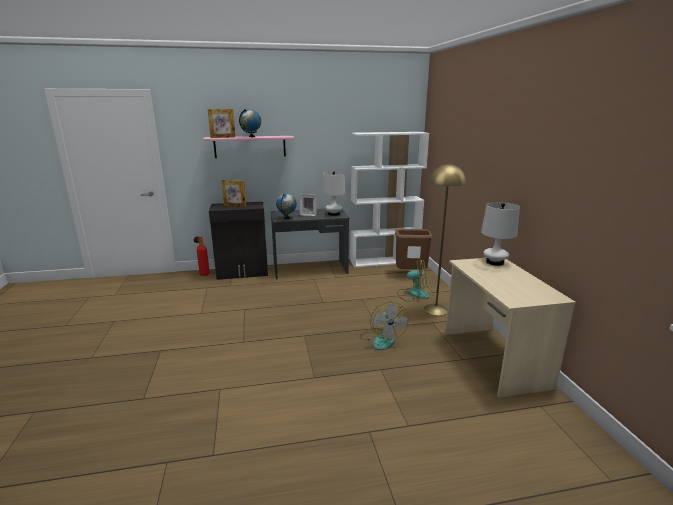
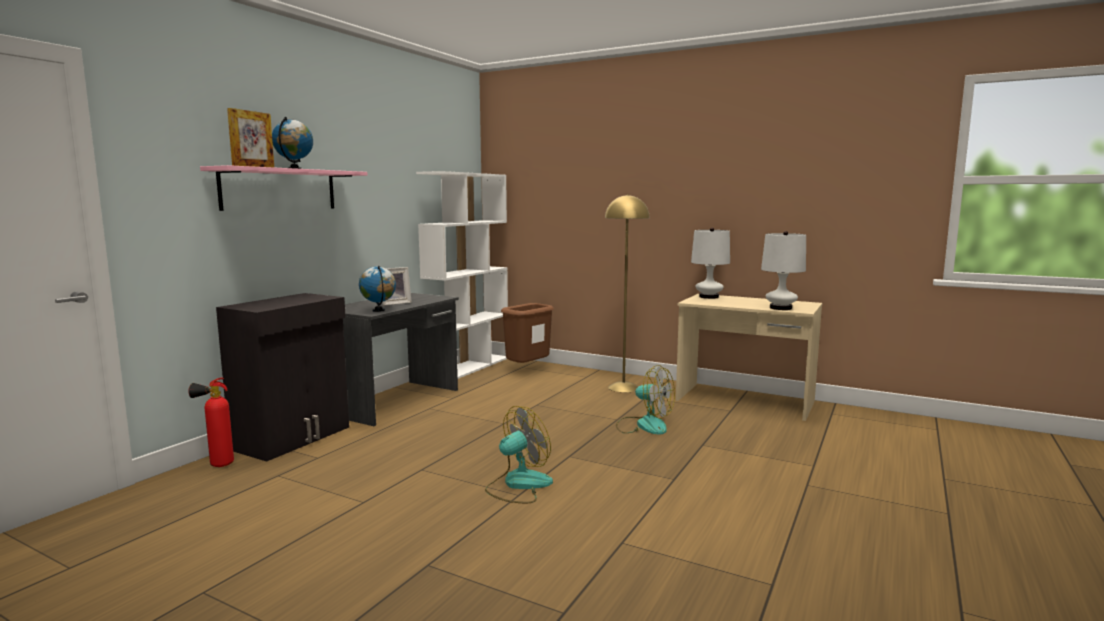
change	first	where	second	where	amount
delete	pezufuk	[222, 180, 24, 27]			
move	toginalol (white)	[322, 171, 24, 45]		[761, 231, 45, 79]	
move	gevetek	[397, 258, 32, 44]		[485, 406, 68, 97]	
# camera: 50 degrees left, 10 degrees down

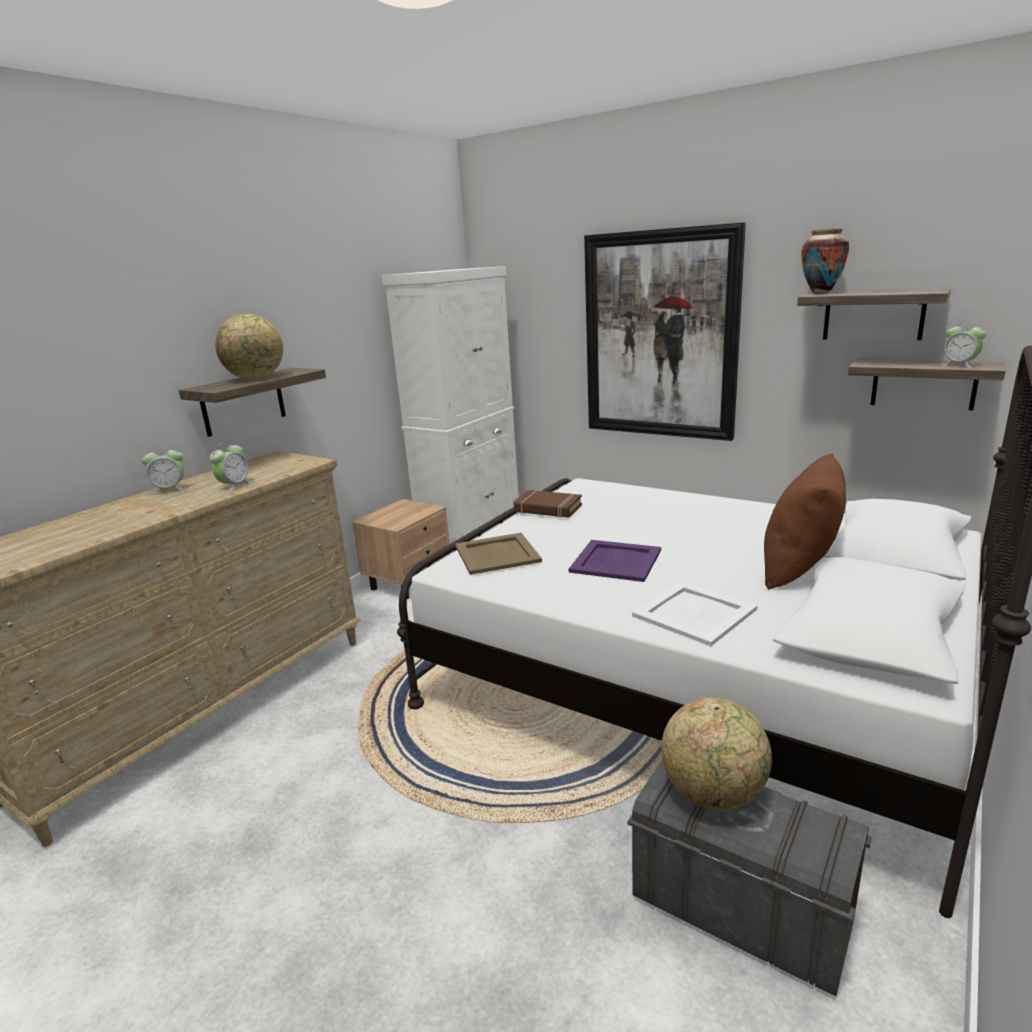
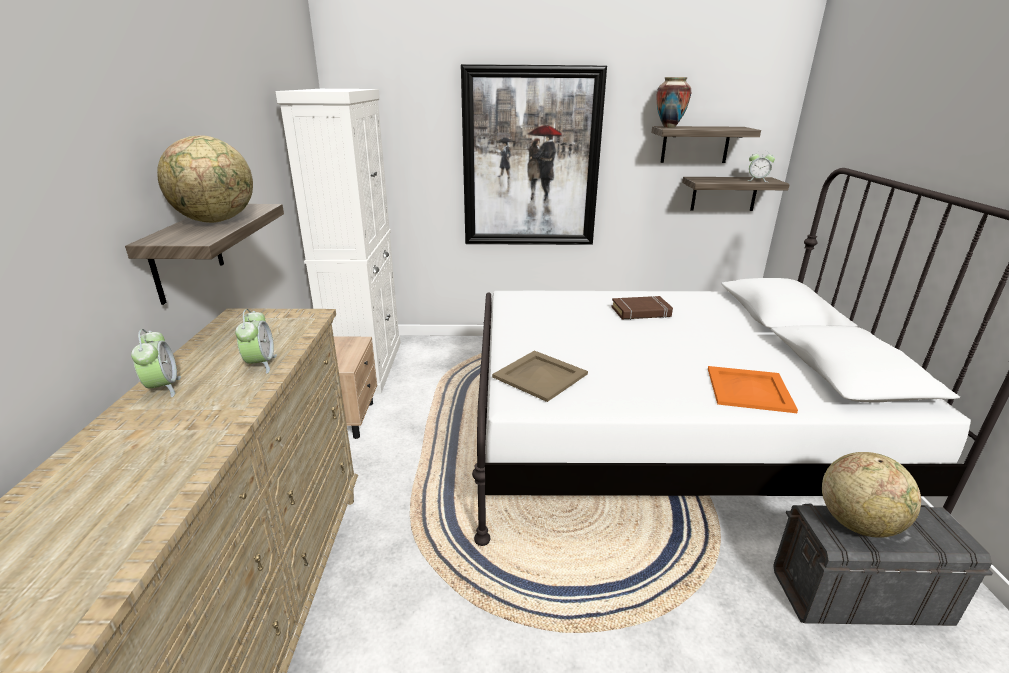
change	first	where	second	where	amount
rotate	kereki	[142, 445, 43, 50]		[131, 329, 50, 68]	60 degrees counterclockwise
move	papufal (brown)	[513, 490, 69, 28]		[612, 296, 61, 24]	
delete	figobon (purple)	[569, 540, 92, 42]			
recolor	figobon (white)	[632, 581, 125, 65]	figobon (orange)	[708, 366, 90, 47]	
delete	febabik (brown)	[764, 453, 82, 137]			
# camera: 35 degrees left, 5 degrees up

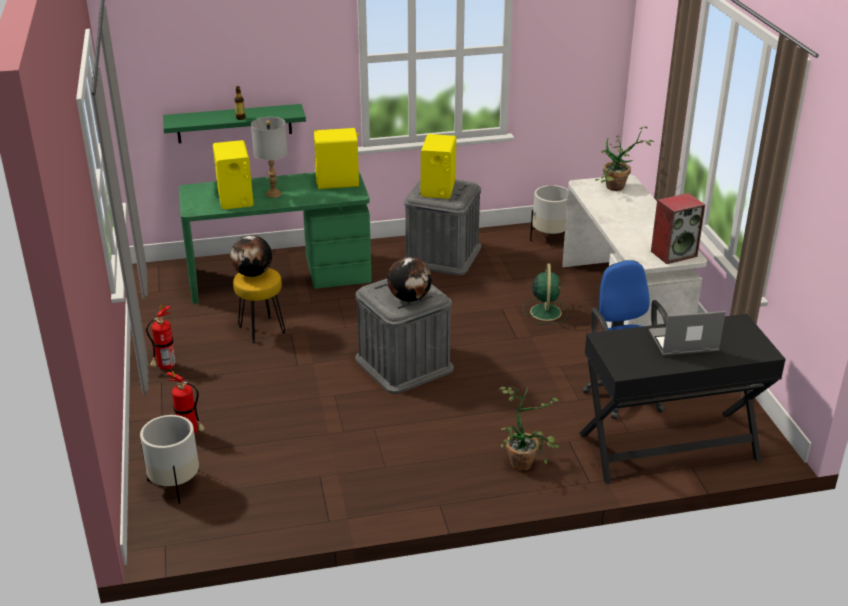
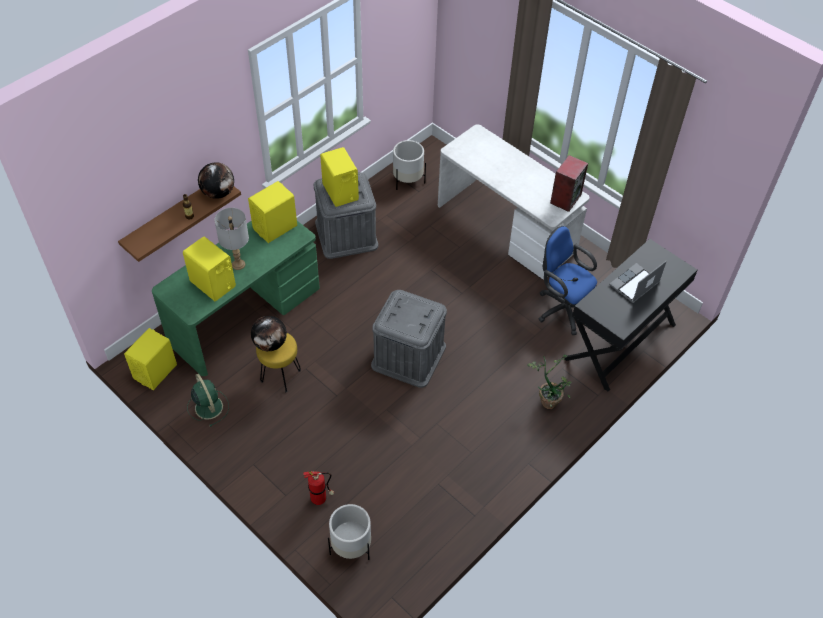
change	first	where	second	where	amount
delete	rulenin	[146, 304, 30, 66]			
recolor	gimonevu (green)	[163, 104, 143, 39]	gimonevu (brown)	[118, 187, 123, 75]	
move	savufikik	[387, 257, 45, 45]		[198, 162, 36, 37]	
move	gevetek (green)	[523, 264, 45, 61]		[187, 374, 42, 53]	
delete	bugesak	[595, 127, 59, 64]			
insert			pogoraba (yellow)	[124, 328, 53, 62]	
# camera: 35 degrees left, 20 degrees up

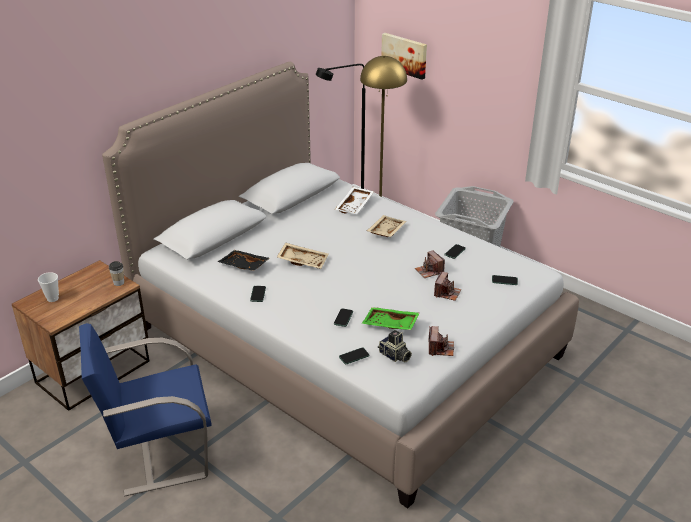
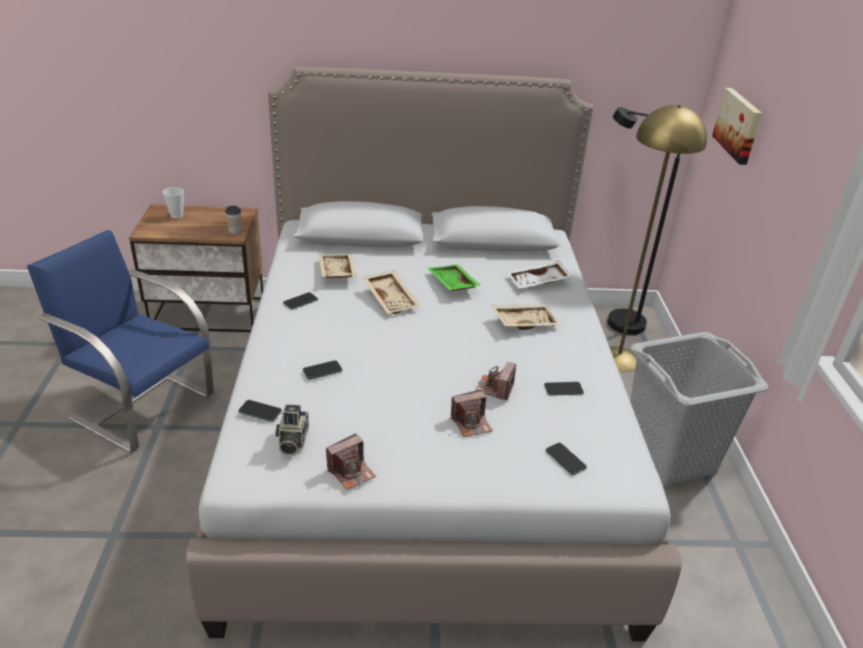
change	first	where	second	where	amount
recolor	figobon (black)	[217, 250, 53, 21]	figobon (beige)	[319, 254, 38, 24]	
move	figobon (green)	[361, 307, 59, 23]		[428, 264, 53, 27]	
# camera: 45 degrees right, 0 degrees up

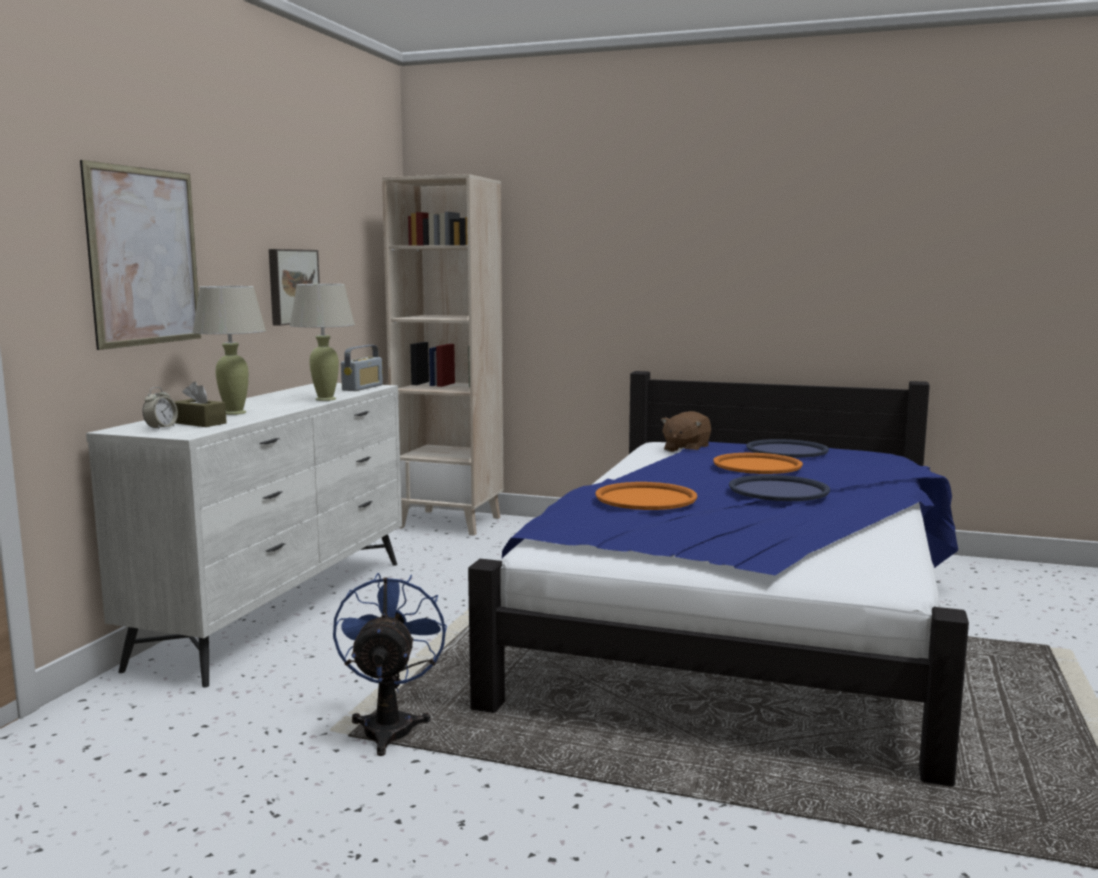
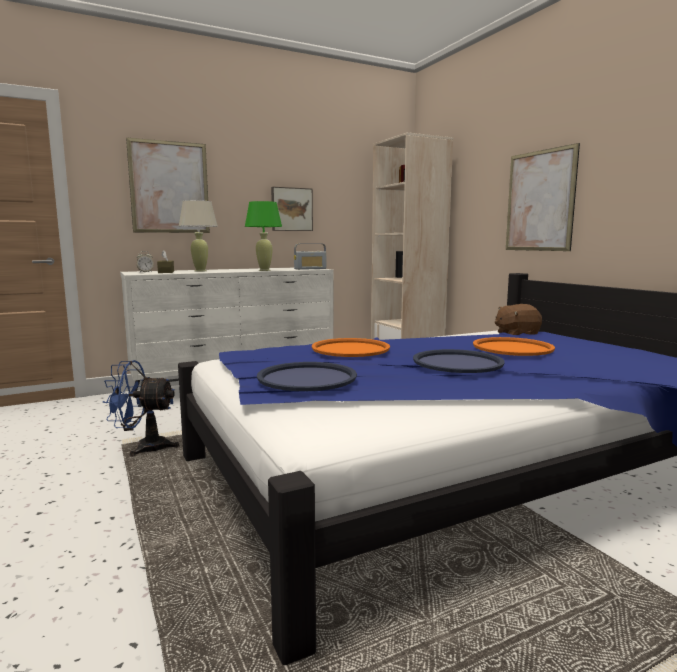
change	first	where	second	where	amount
recolor	toginalol (beige)	[290, 284, 65, 117]	toginalol (green)	[245, 201, 37, 70]	
rotate	gevetek (blue)	[333, 573, 114, 183]		[103, 360, 77, 97]	135 degrees counterclockwise
move	figobon (blue)	[746, 439, 83, 19]		[257, 362, 100, 29]	
insert			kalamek	[506, 143, 74, 108]	
# camera: 45 degrees right, 0 degrees up

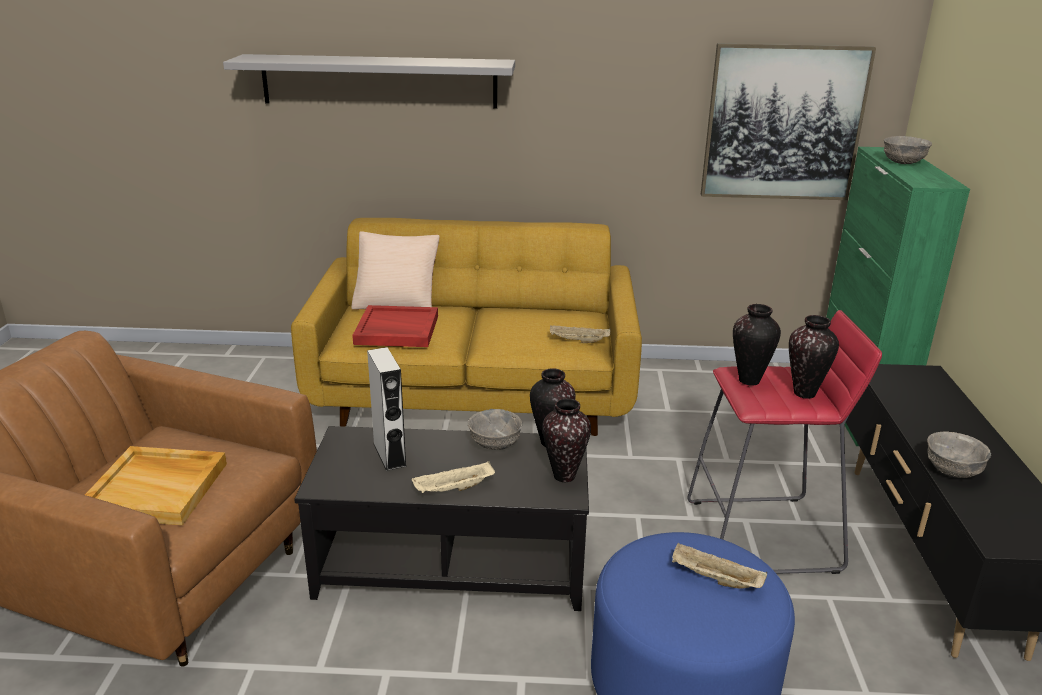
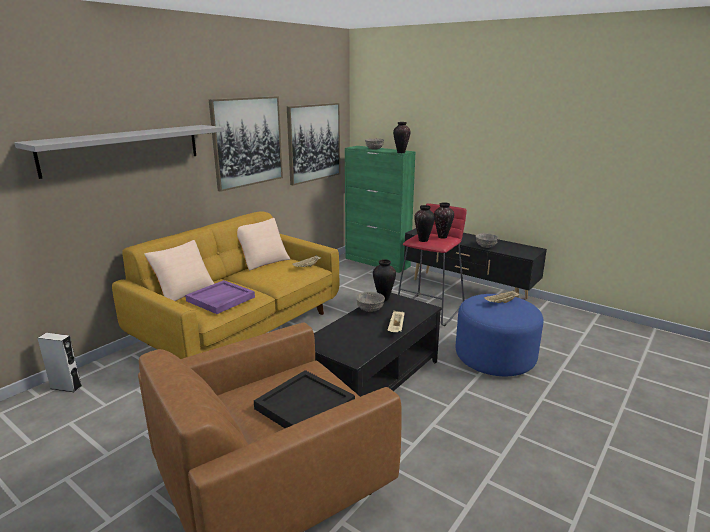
change	first	where	second	where	amount
recolor	figobon (beige)	[85, 446, 142, 79]	figobon (black)	[254, 370, 101, 58]	
recolor	figobon (red)	[352, 305, 86, 42]	figobon (purple)	[185, 280, 70, 34]	
move	pogoraba (grey)	[367, 347, 40, 124]		[38, 333, 44, 59]	
move	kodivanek	[542, 398, 49, 84]		[393, 122, 17, 31]	
insert			kalamek	[209, 96, 74, 96]	
insert			febabik (beige)	[237, 218, 53, 52]	
# camera: 55 degrees left, 5 degrees down

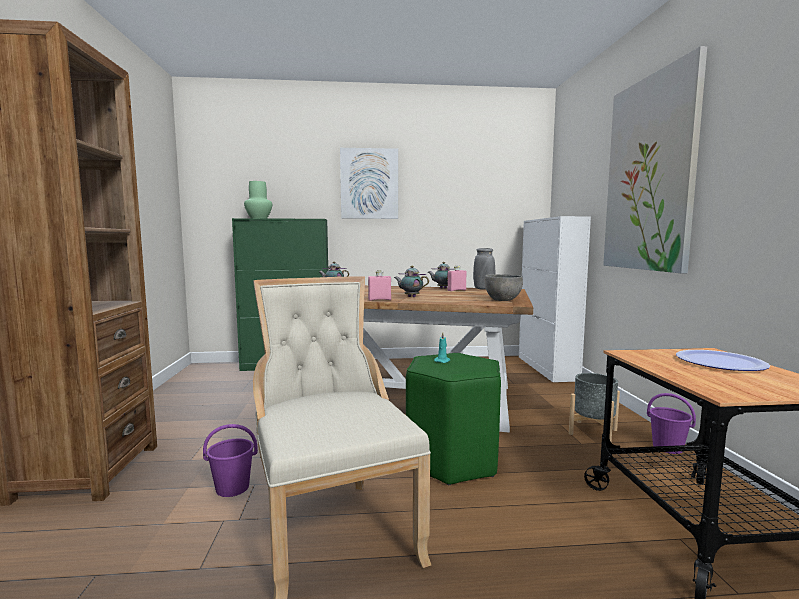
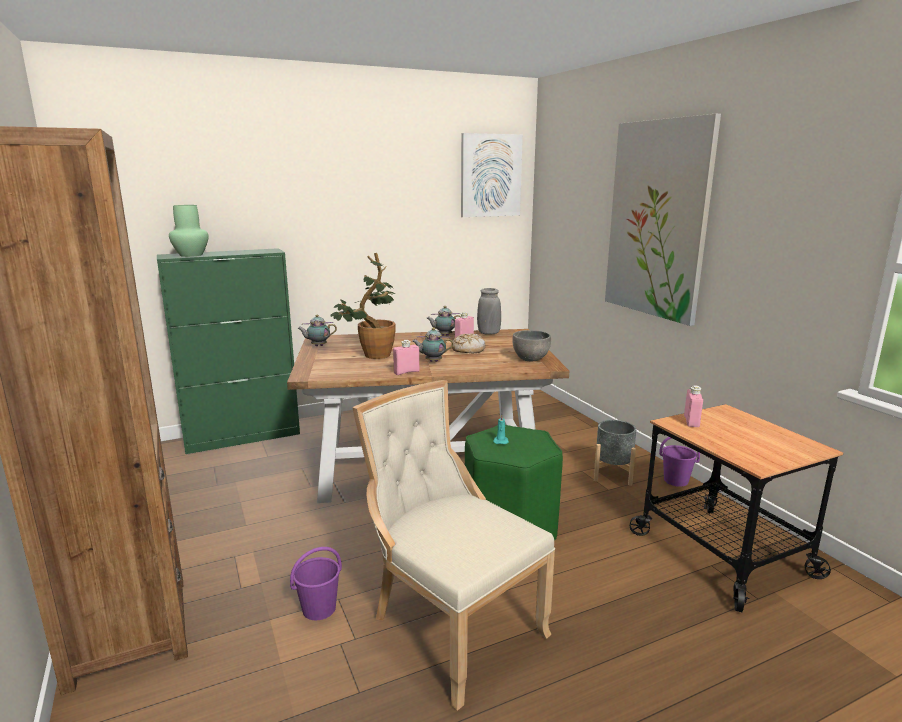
change	first	where	second	where	amount
move	kalamek	[340, 148, 58, 71]		[461, 133, 62, 84]	
delete	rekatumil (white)	[519, 216, 72, 166]			
delete	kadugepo	[676, 350, 94, 21]			
insert			bugesak	[330, 253, 66, 106]	
insert			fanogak	[452, 334, 34, 19]	
insert			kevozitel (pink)	[684, 385, 19, 42]	
# camera: 20 degrees left, 10 degrees up

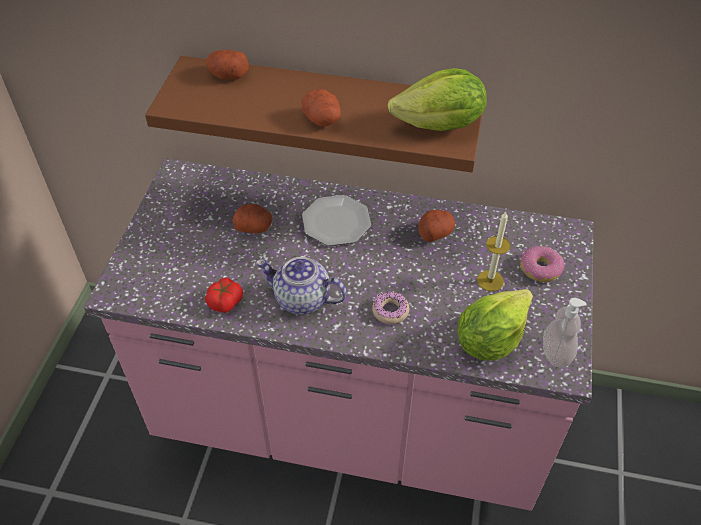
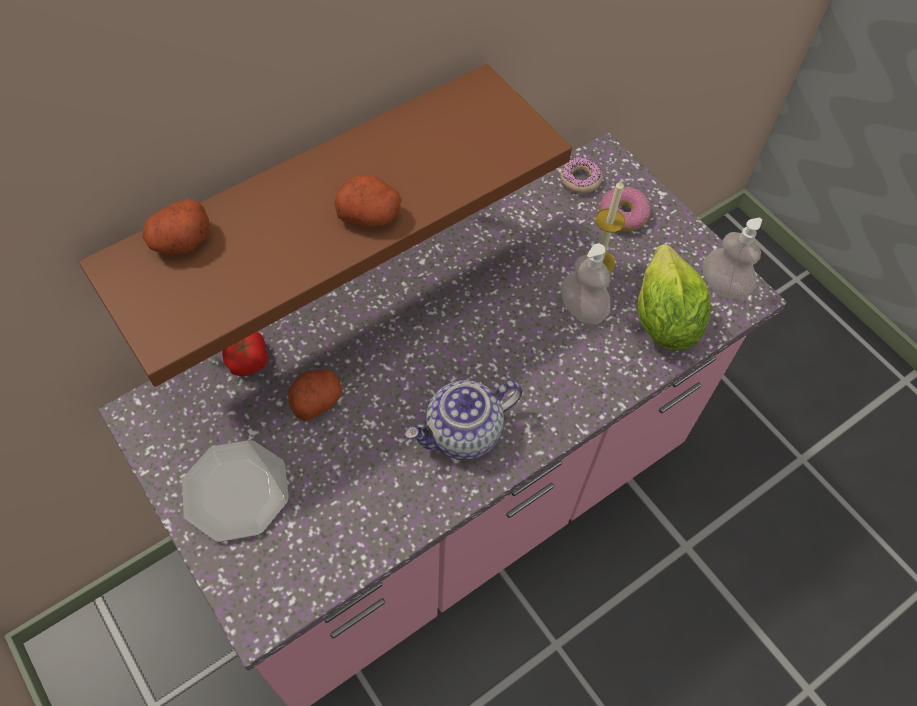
change	first	where	second	where	amount
move	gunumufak	[205, 278, 38, 35]		[222, 331, 45, 45]	
move	kadugepo	[302, 195, 69, 51]		[182, 440, 107, 102]	
move	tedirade	[372, 291, 38, 33]		[560, 157, 43, 37]	
delete	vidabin	[388, 68, 99, 63]			
delete	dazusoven	[419, 210, 36, 32]			
insert			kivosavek	[561, 244, 50, 80]	
# camera: 50 degrees left, 10 degrees up

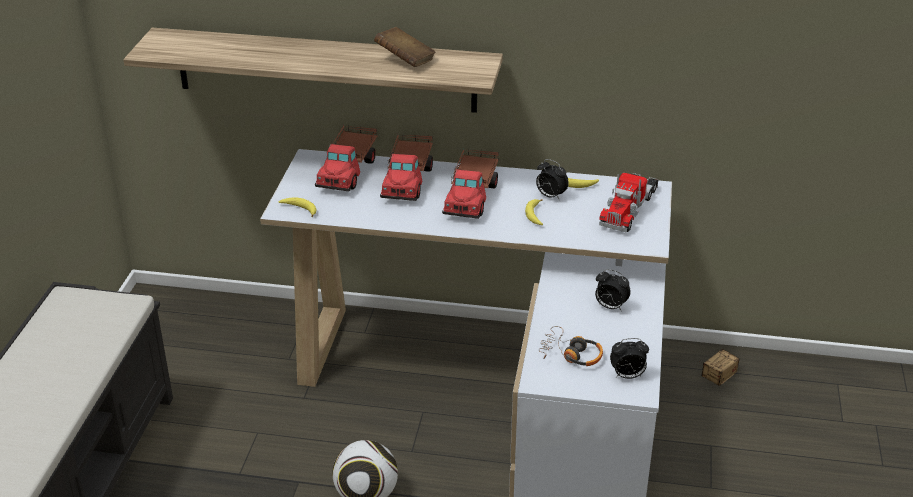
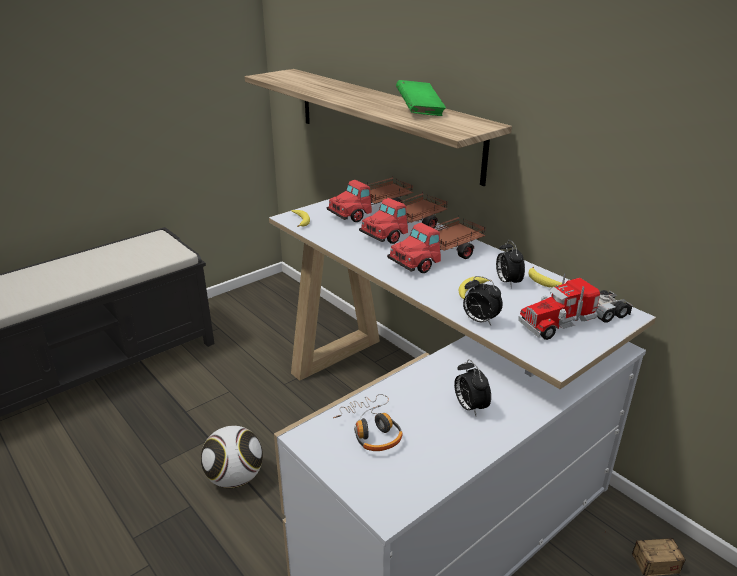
change	first	where	second	where	amount
recolor	papufal (brown)	[374, 27, 61, 40]	papufal (green)	[396, 80, 50, 36]	
move	kereki	[610, 338, 39, 41]		[463, 276, 40, 49]	
# camera: 40 degrees right, 5 degrees down

